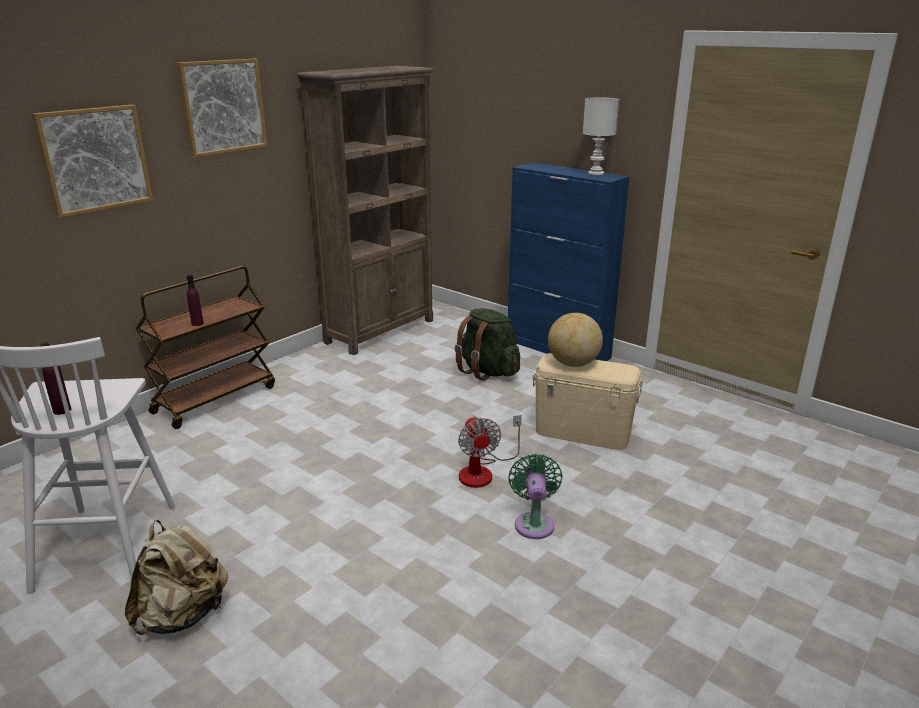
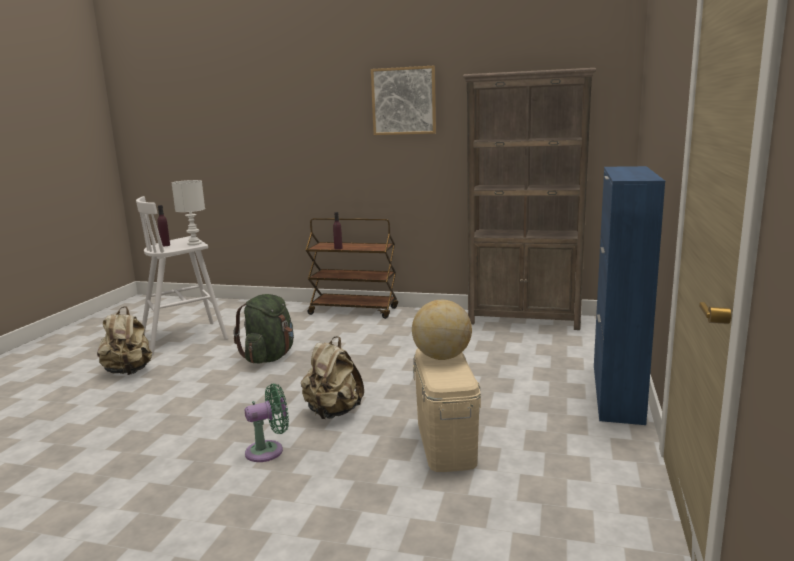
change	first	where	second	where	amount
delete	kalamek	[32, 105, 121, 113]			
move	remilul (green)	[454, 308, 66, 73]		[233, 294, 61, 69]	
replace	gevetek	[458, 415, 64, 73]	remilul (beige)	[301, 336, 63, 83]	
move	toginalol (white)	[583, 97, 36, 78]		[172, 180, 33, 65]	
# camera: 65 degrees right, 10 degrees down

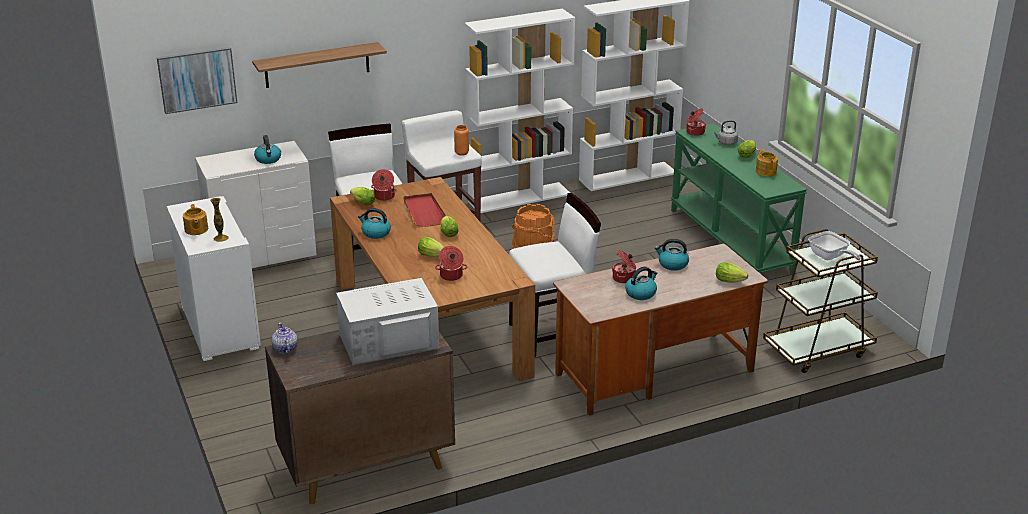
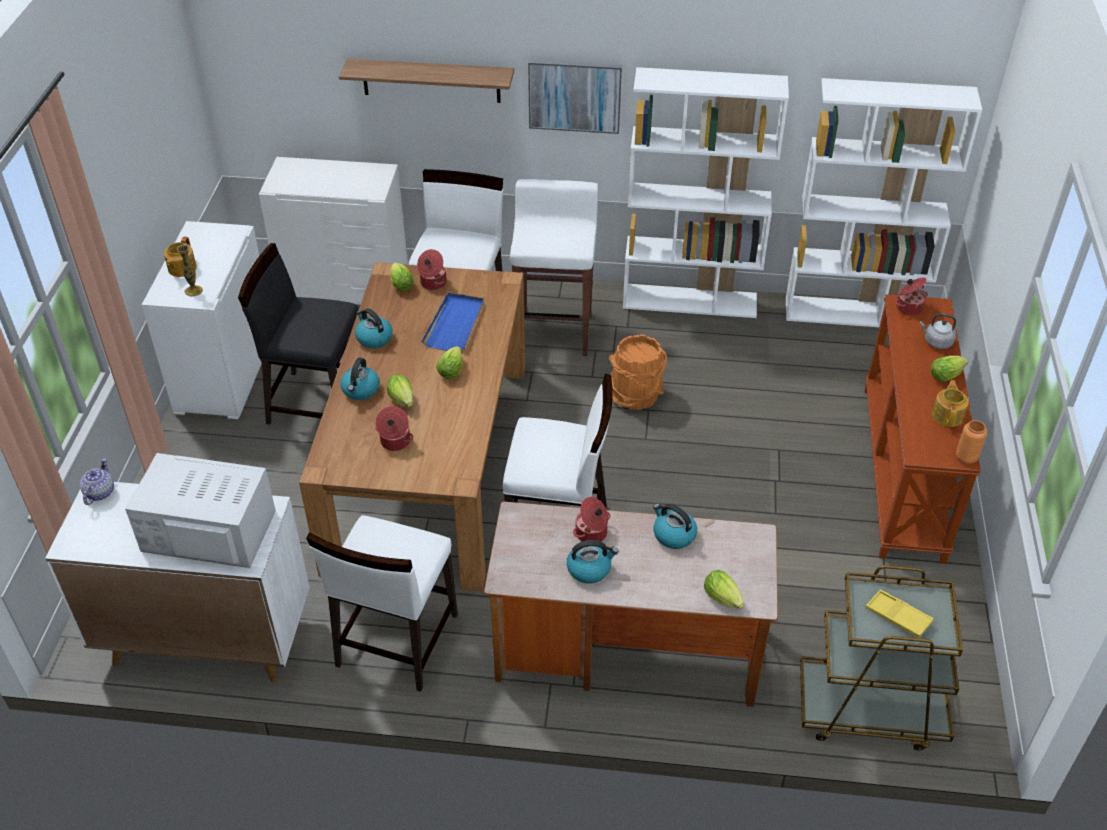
change	first	where	second	where	amount
move	kalamek	[157, 47, 80, 67]		[528, 60, 94, 74]	
move	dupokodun	[254, 135, 27, 29]		[340, 358, 40, 42]	
recolor	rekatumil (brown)	[265, 330, 190, 174]	rekatumil (white)	[45, 482, 265, 200]	
recolor	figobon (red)	[404, 193, 42, 34]	figobon (blue)	[421, 293, 63, 58]	
move	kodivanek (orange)	[454, 125, 15, 31]		[956, 420, 31, 44]	
recolor	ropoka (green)	[671, 123, 136, 152]	ropoka (brown)	[864, 294, 117, 270]	
replace	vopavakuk	[808, 231, 53, 29]	figobon (yellow)	[866, 590, 68, 48]	
insert			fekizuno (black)	[238, 243, 121, 182]	
insert			fekizuno (white)	[306, 515, 152, 177]	
# camera: 30 degrees right, 15 degrees up

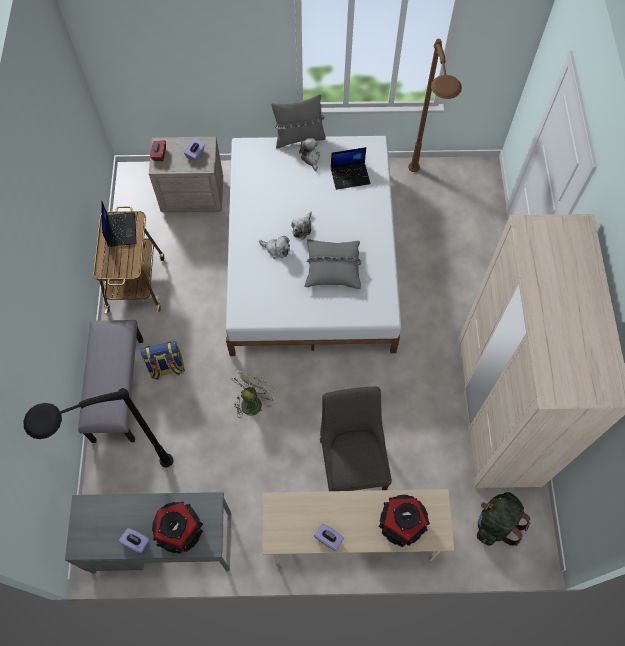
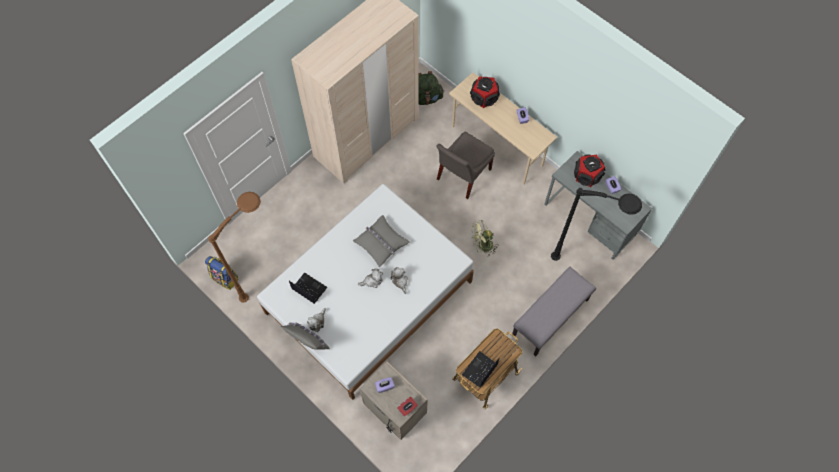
change	first	where	second	where	amount
move	remilul	[140, 341, 45, 39]		[205, 256, 33, 34]	
# camera: 135 degrees left, 0 degrees up

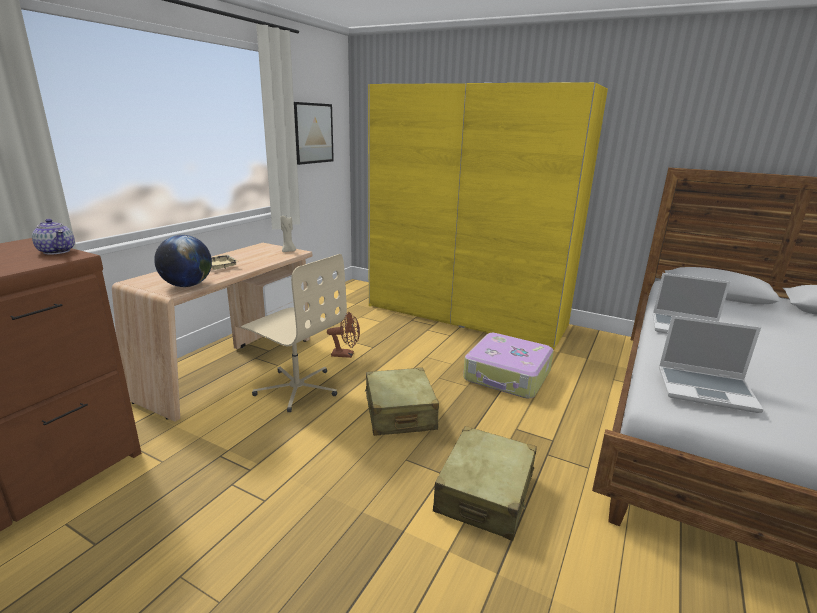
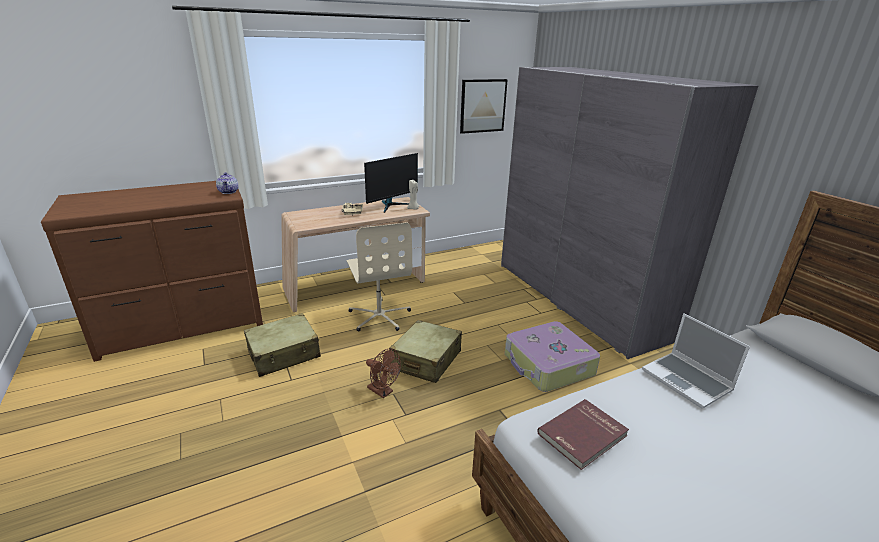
change	first	where	second	where	amount
delete	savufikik	[154, 235, 58, 52]			
move	gevetek (brown)	[327, 312, 33, 46]		[366, 349, 35, 49]	
recolor	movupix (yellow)	[368, 82, 240, 268]	movupix (grey)	[501, 67, 258, 292]	
move	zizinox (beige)	[433, 426, 104, 115]		[244, 313, 77, 64]	
replace	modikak	[659, 316, 105, 97]	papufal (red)	[537, 399, 92, 71]	
insert			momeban	[364, 153, 54, 60]	
# camera: 35 degrees right, 5 degrees up

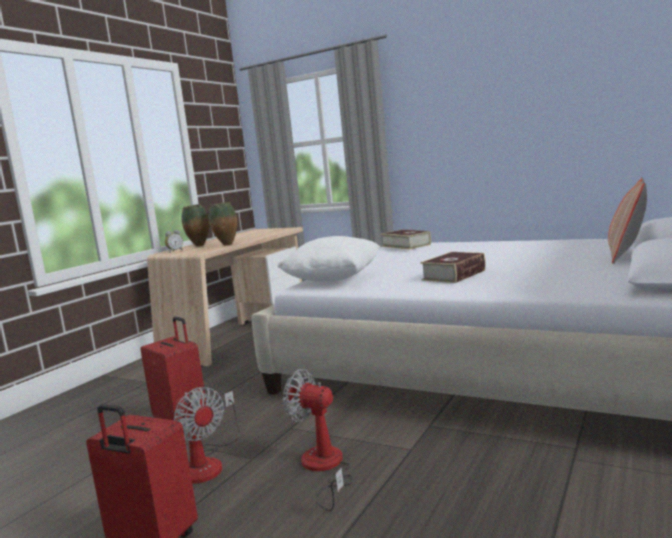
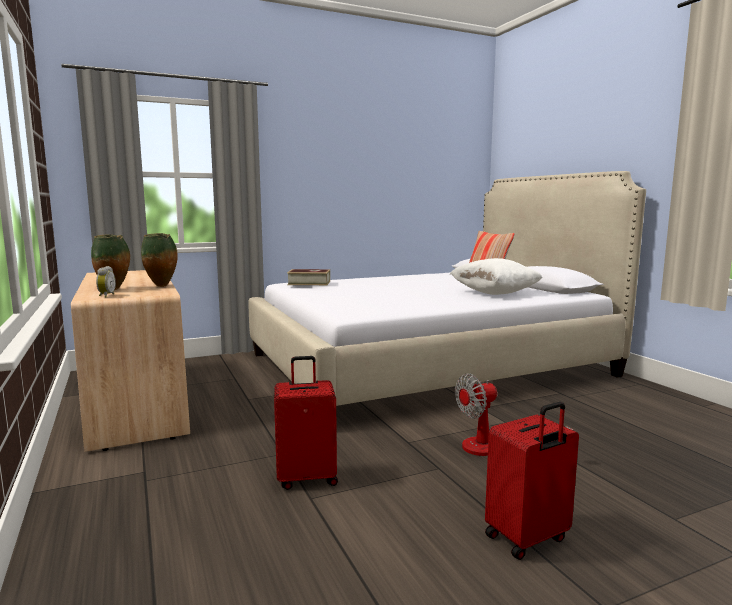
change	first	where	second	where	amount
delete	gevetek	[174, 387, 67, 97]			
move	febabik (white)	[277, 236, 103, 46]		[450, 258, 92, 37]	
delete	papufal	[420, 252, 66, 31]			
# camera: 55 degrees left, 0 degrees up

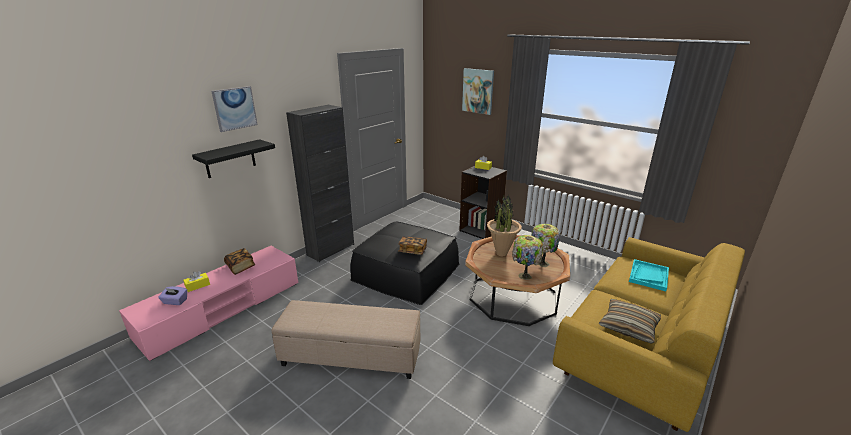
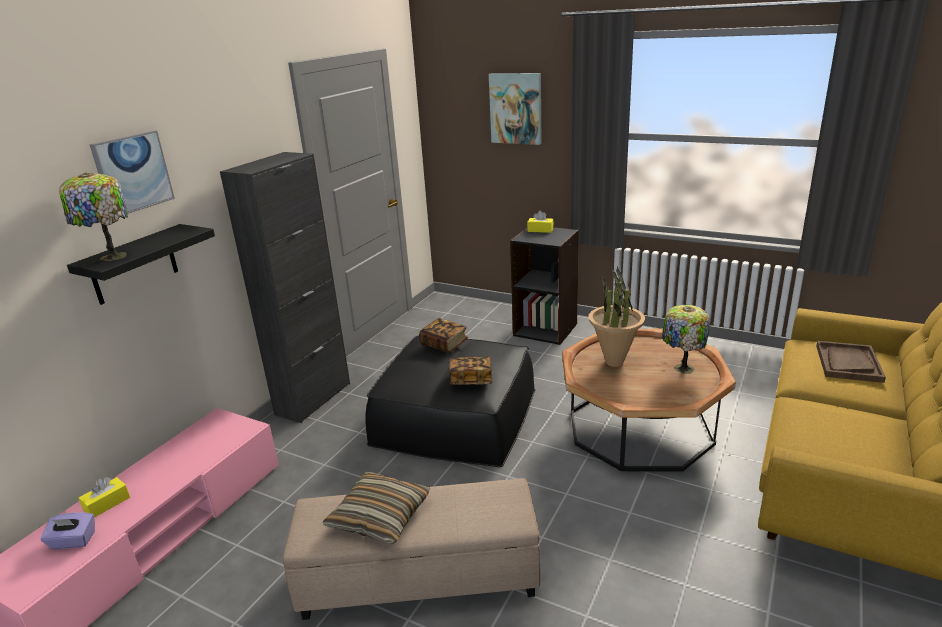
change	first	where	second	where	amount
move	papufal	[224, 248, 31, 27]		[419, 318, 49, 35]	
move	toginalol	[512, 235, 31, 45]		[59, 173, 69, 88]	
move	febabik	[599, 299, 62, 45]		[323, 472, 107, 72]	
recolor	figobon (turquoise)	[629, 259, 40, 32]	figobon (brown)	[816, 341, 70, 42]	
# camera: 10 degrees left, 0 degrees up

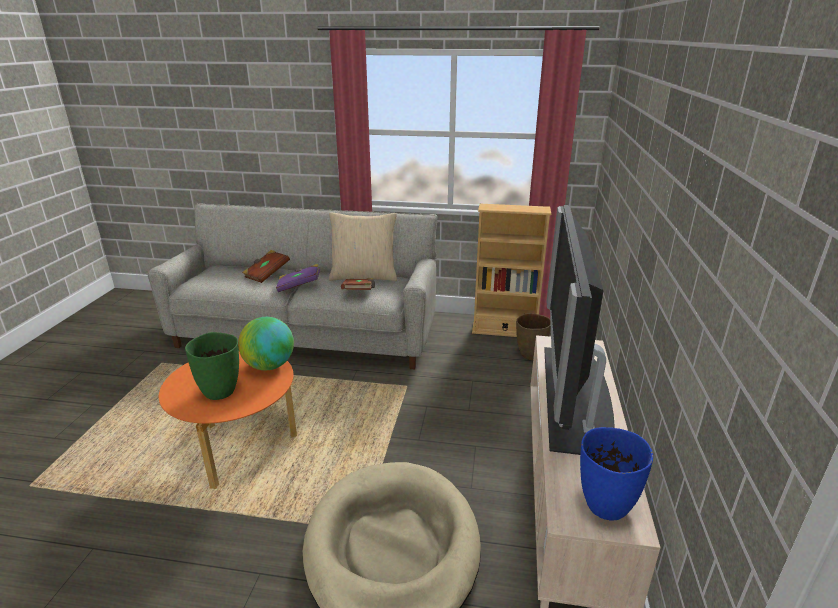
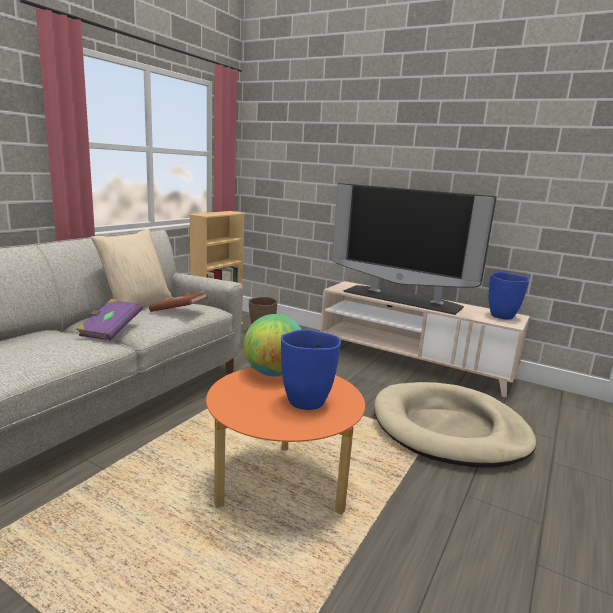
change	first	where	second	where	amount
recolor	kodivanek (green)	[185, 332, 54, 68]	kodivanek (blue)	[281, 329, 60, 81]	
delete	papufal (brown)	[242, 250, 48, 33]			
# camera: 70 degrees left, 10 degrees down

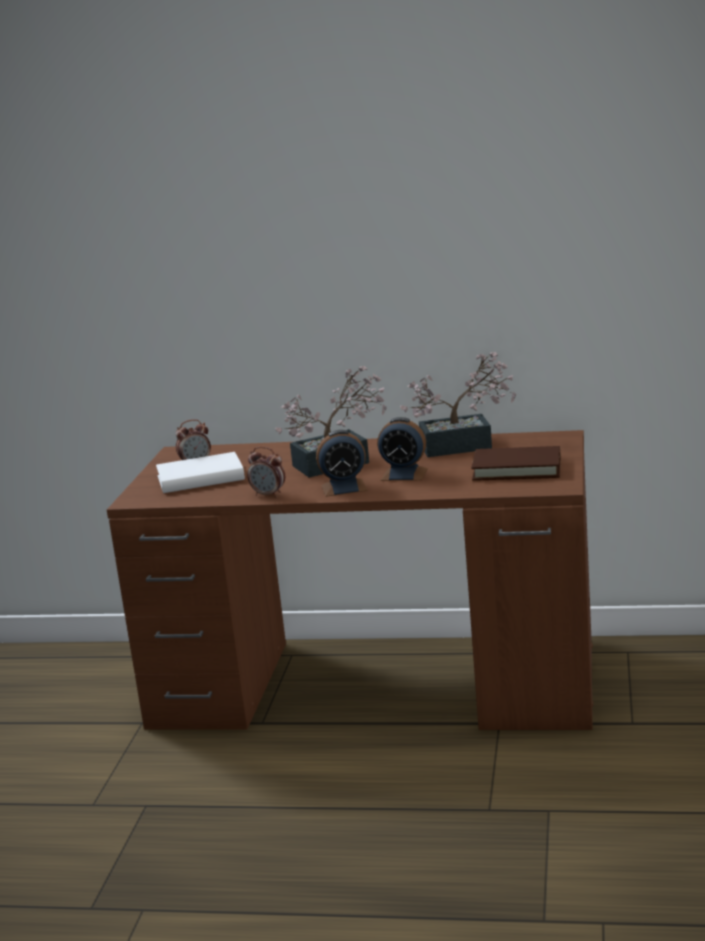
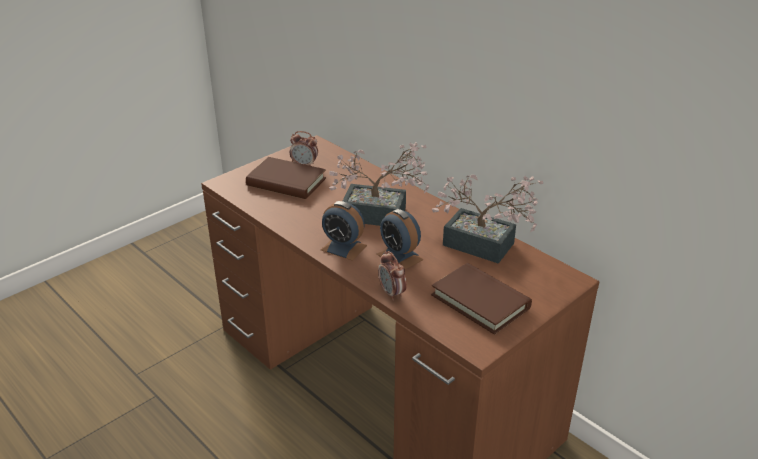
change	first	where	second	where	amount
recolor	papufal (white)	[156, 452, 89, 41]	papufal (brown)	[246, 157, 80, 42]	
move	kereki	[247, 447, 38, 50]		[378, 251, 29, 50]	
# camera: 35 degrees right, 15 degrees up

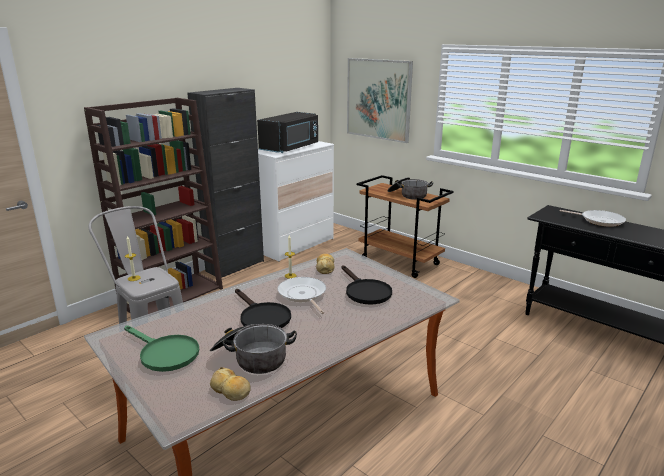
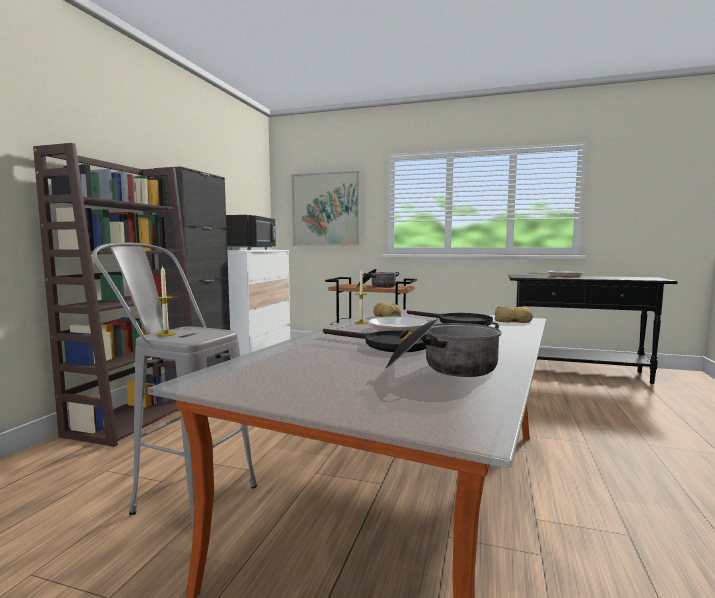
change	first	where	second	where	amount
delete	vopavakuk (green)	[124, 326, 75, 46]			
move	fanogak	[210, 367, 41, 34]		[495, 306, 38, 17]	
# camera: 25 degrees left, 15 degrees down

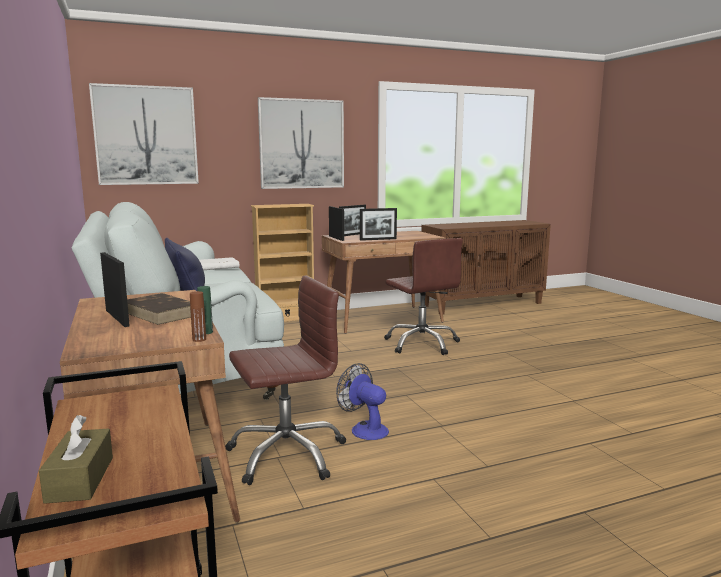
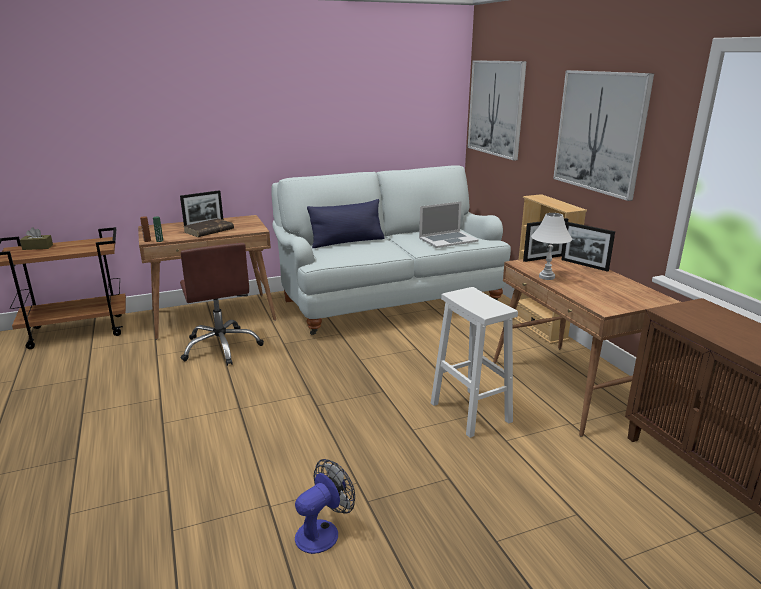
change	first	where	second	where	amount
replace	papufal (white)	[199, 257, 41, 13]	modikak	[419, 201, 60, 47]	
move	gevetek	[336, 363, 53, 77]		[295, 459, 60, 95]	
replace	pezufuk	[360, 208, 37, 33]	toginalol (white)	[531, 213, 41, 67]	
replace	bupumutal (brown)	[384, 238, 79, 117]	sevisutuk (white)	[431, 287, 87, 151]	
# camera: 90 degrees right, 10 degrees up

